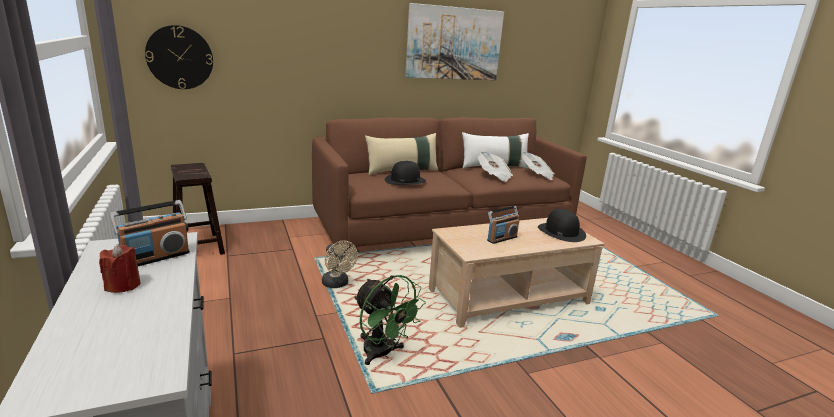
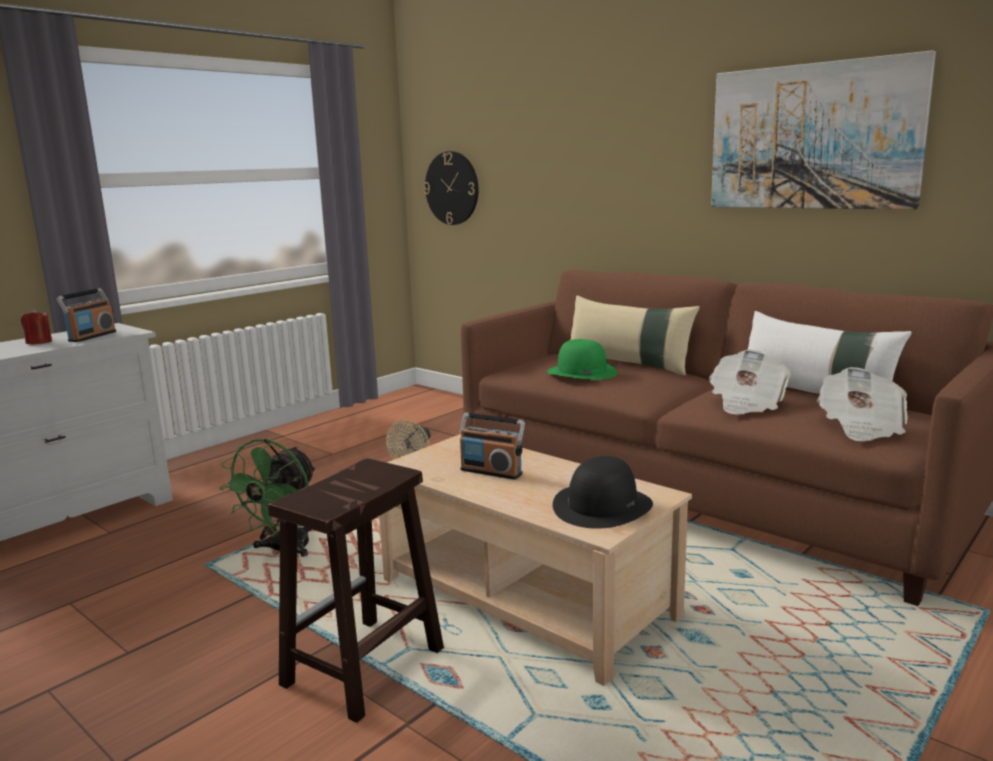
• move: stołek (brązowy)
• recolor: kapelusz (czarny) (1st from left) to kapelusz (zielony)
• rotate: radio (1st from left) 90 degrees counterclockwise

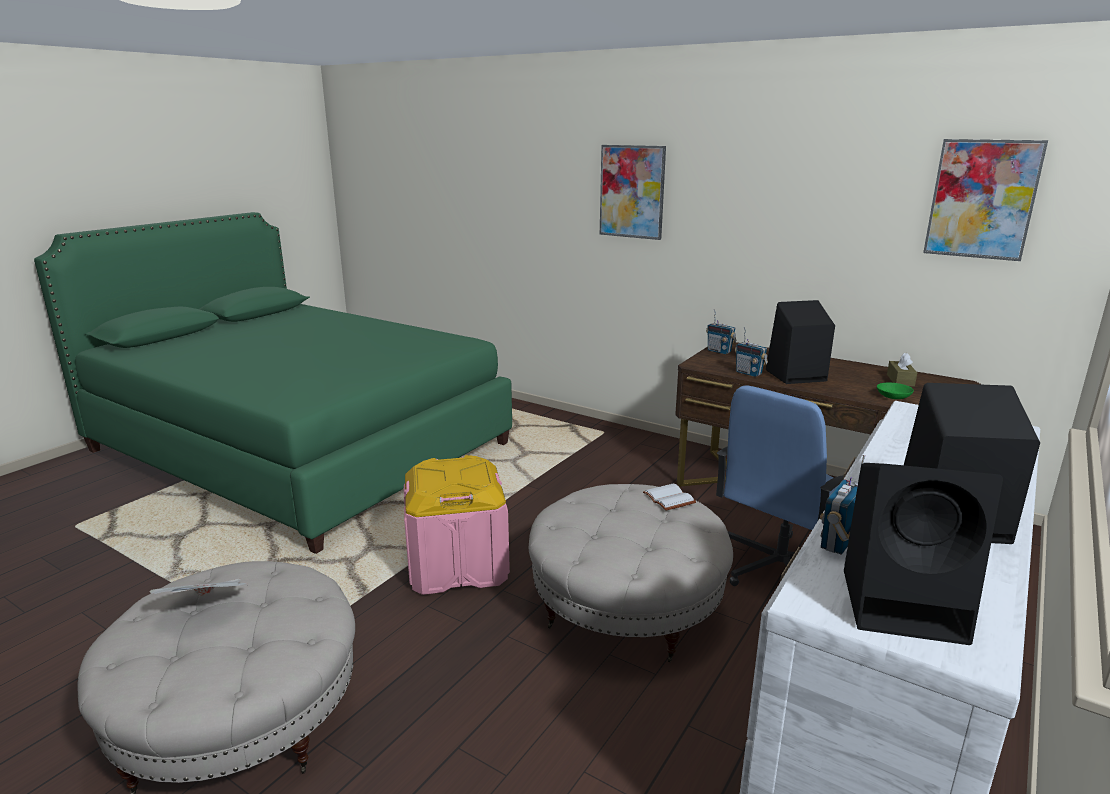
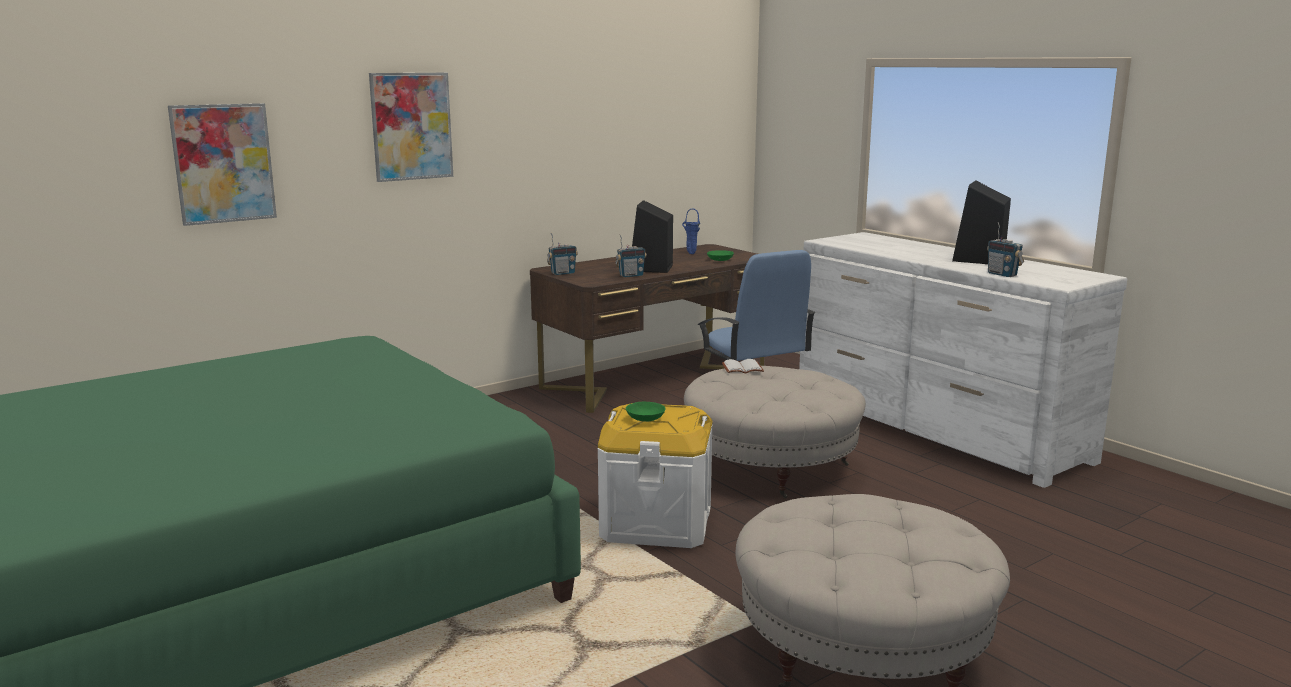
• delete: gazeta
• delete: głośnik (czarny) (2nd from left)
• insert: miska (zielony) (1st from left)
• move: obraz (2nd from left in the first image) to obraz (1st from left)
• replace: pudełko chusteczek (brązowy) to wazon (niebieski)
• recolor: pojemnik do przechowywania (różowy) to pojemnik do przechowywania (biały)

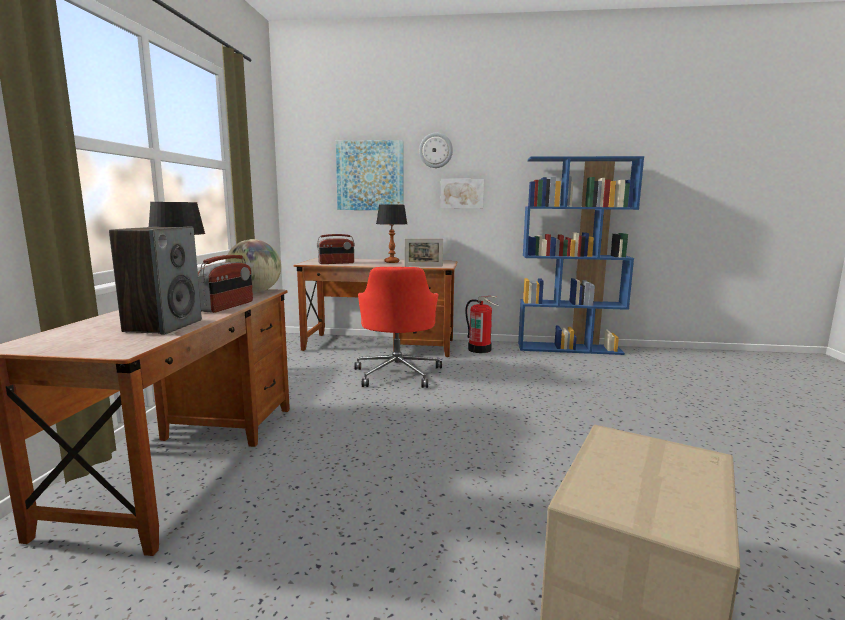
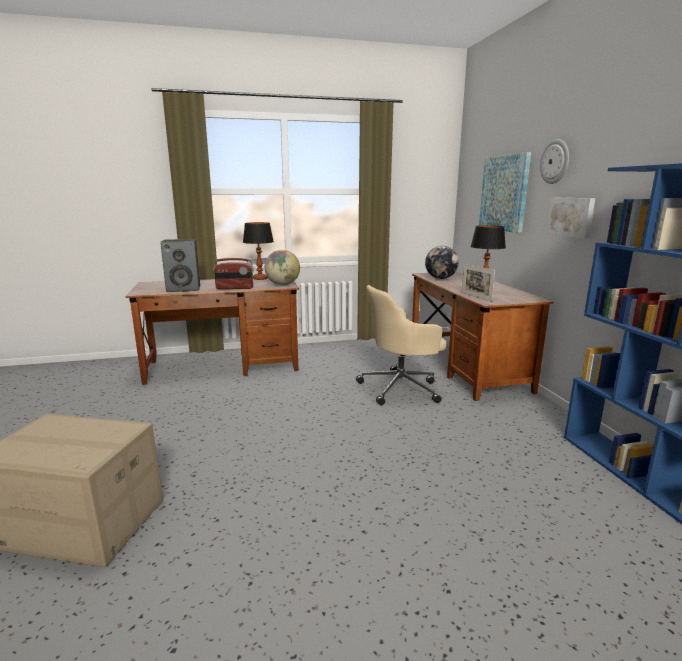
• delete: gaśnica
• replace: radio (2nd from left) to globus (2nd from left)
• recolor: krzesło biurowe (czerwony) to krzesło biurowe (beżowy)

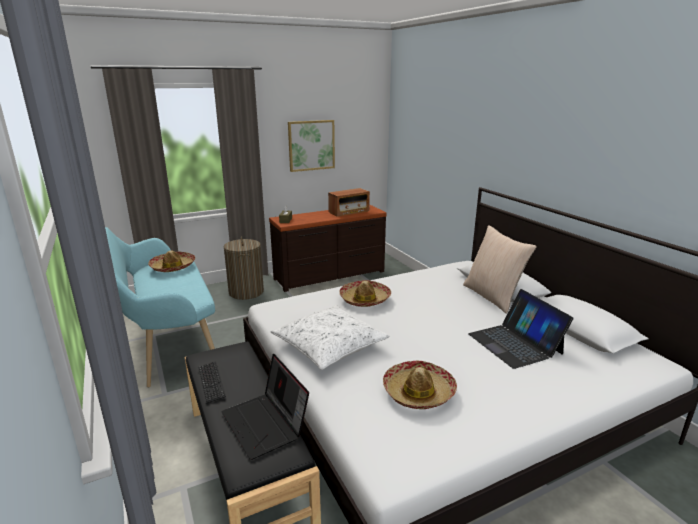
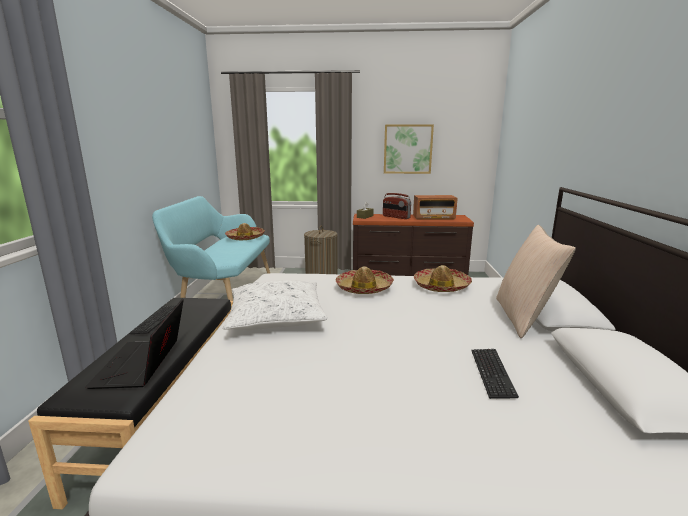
• insert: radio (1st from left)
• move: kapelusz (3rd from left)
• replace: laptop (2nd from left) to klawiatura (2nd from left)

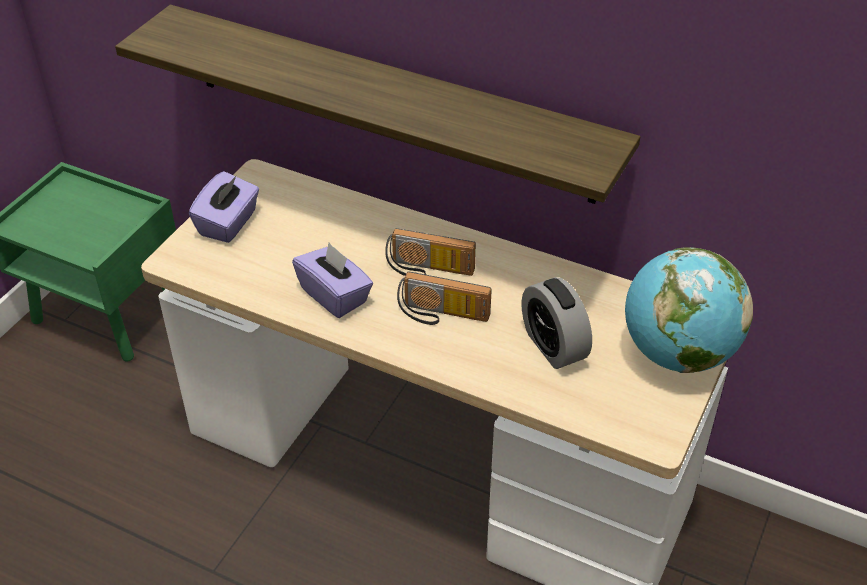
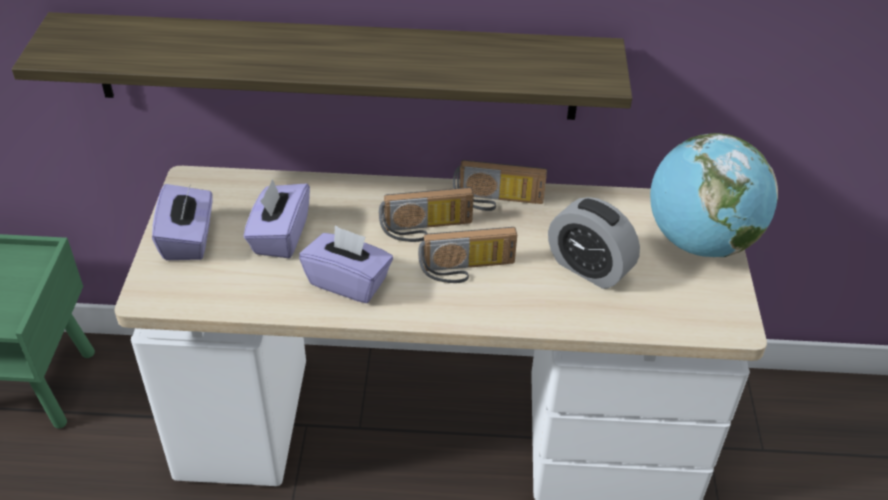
• insert: pudełko chusteczek (fioletowy) (2nd from left)
• insert: radio (3rd from left)

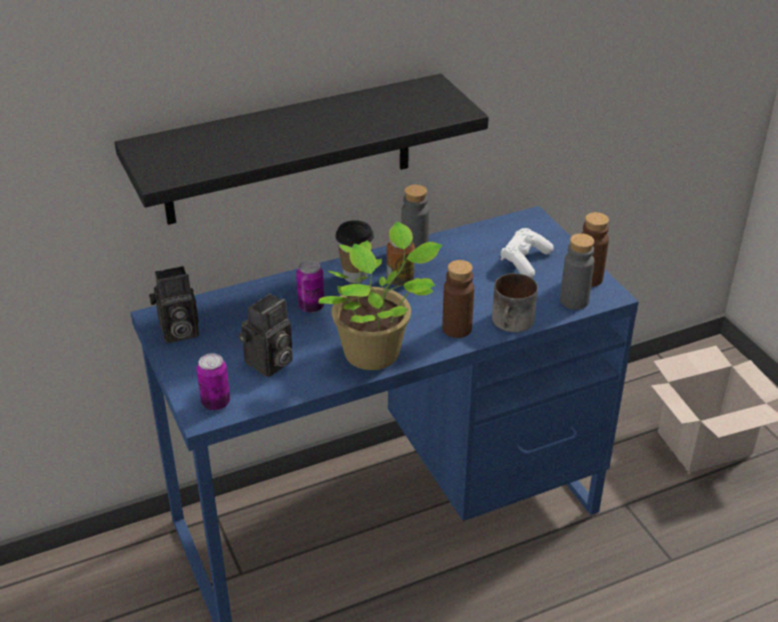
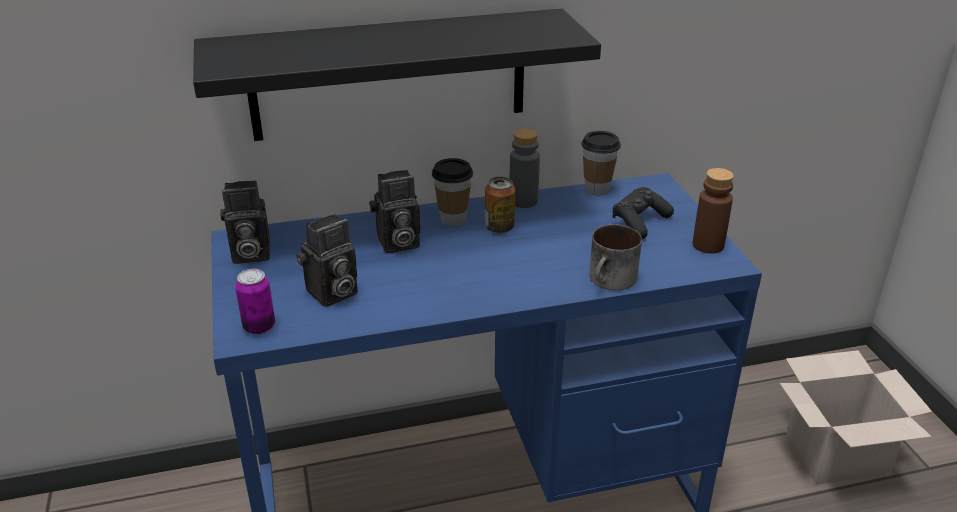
• delete: roślina doniczkowa
• delete: butelka (brązowy) (1st from left)
• delete: butelka (szary) (2nd from left)
• insert: filiżanka (2nd from left)
• replace: puszka (2nd from left) to aparat fotograficzny (3rd from left)
• recolor: pad do gier (biały) to pad do gier (czarny)

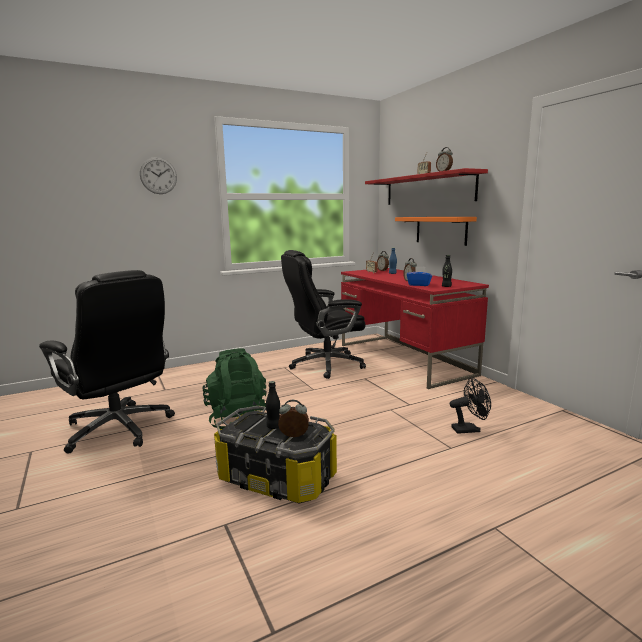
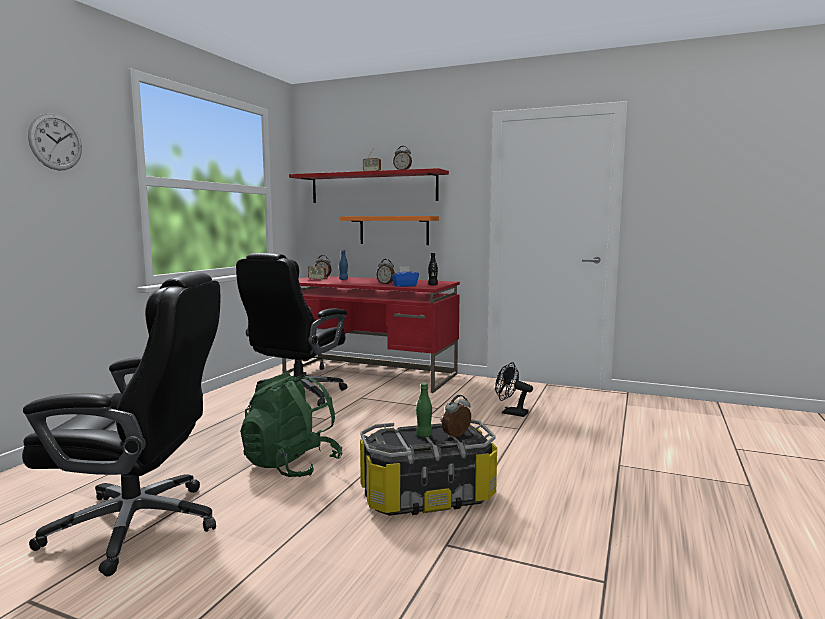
• recolor: butelka (czarny) (1st from left) to butelka (zielony)
• rotate: wentylator (czarny) 105 degrees counterclockwise

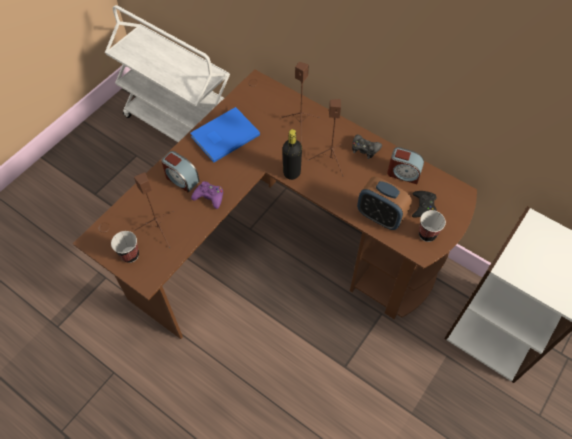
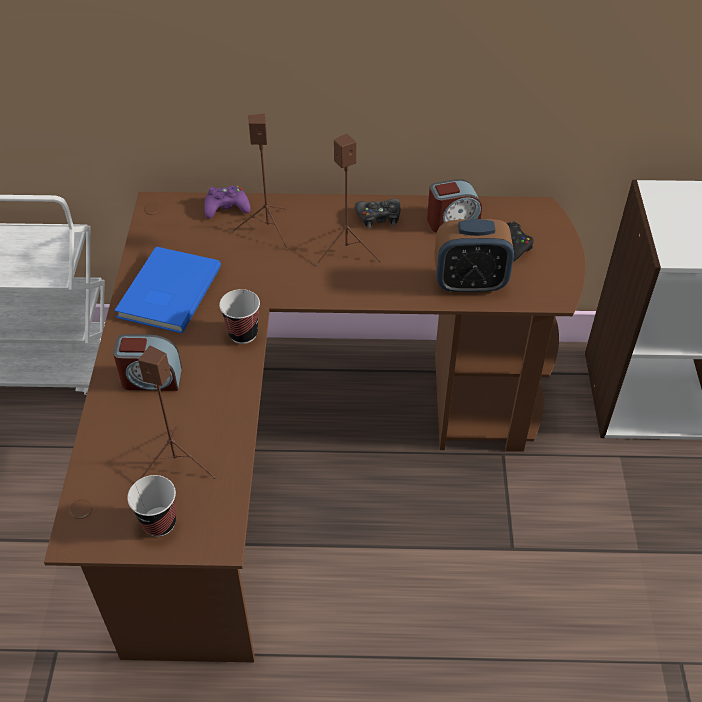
• delete: butelka (czarny)
• move: pad do gier (fioletowy)
• move: filiżanka (2nd from left)

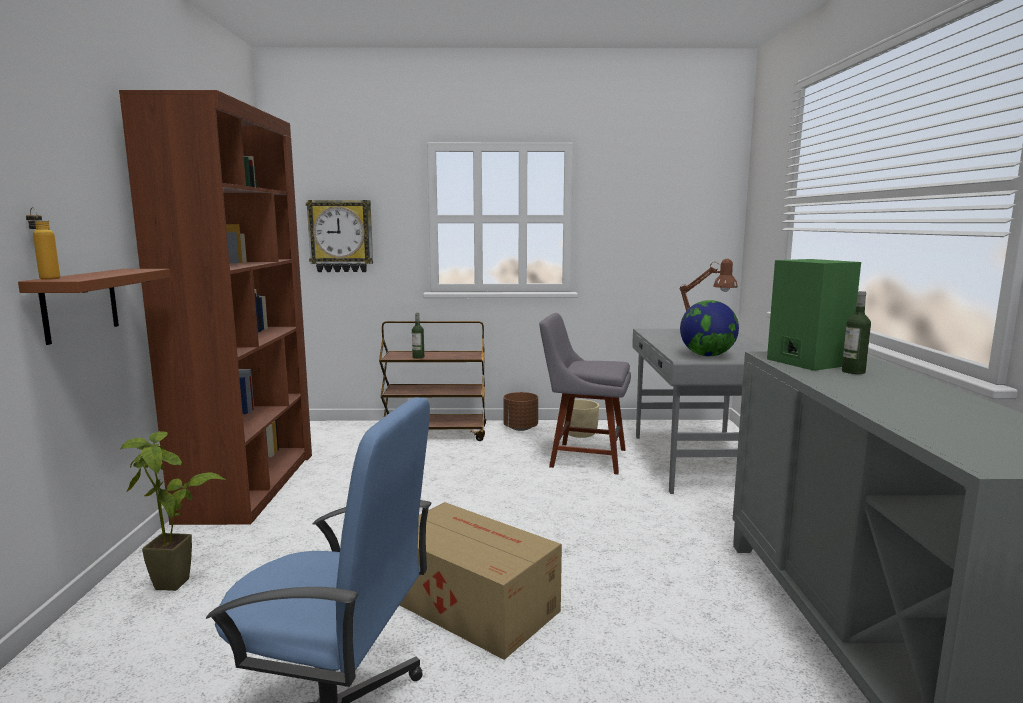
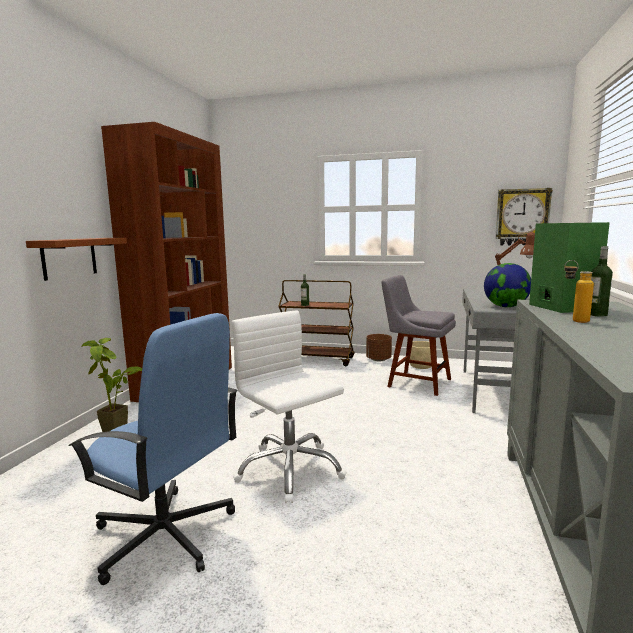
• move: butelka (1st from left in the first image) to butelka (2nd from left)
• move: zegar ścienny
• replace: karton to krzesło biurowe (biały)

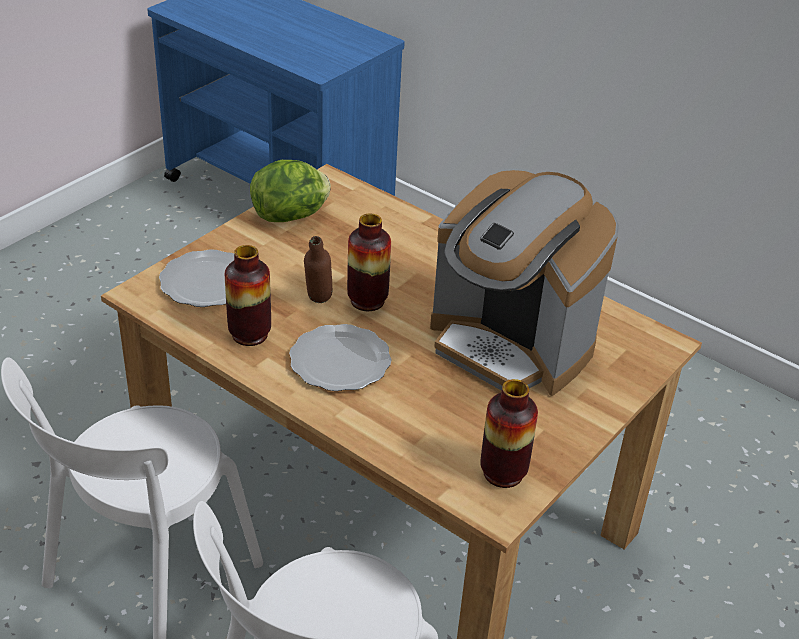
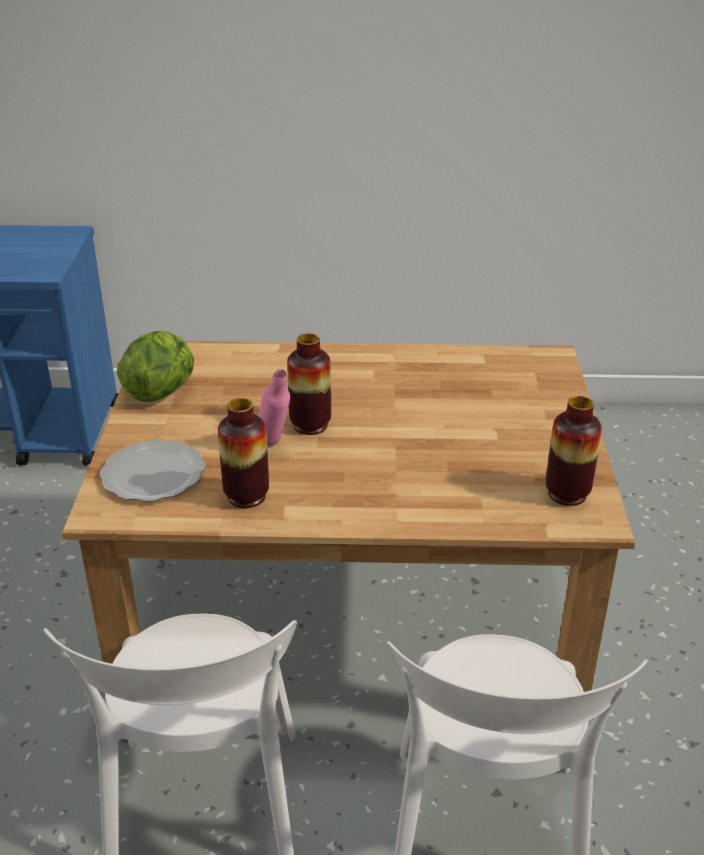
• delete: talerz (2nd from left)
• delete: ekspres do kawy
• recolor: butelka (brązowy) to butelka (różowy)

